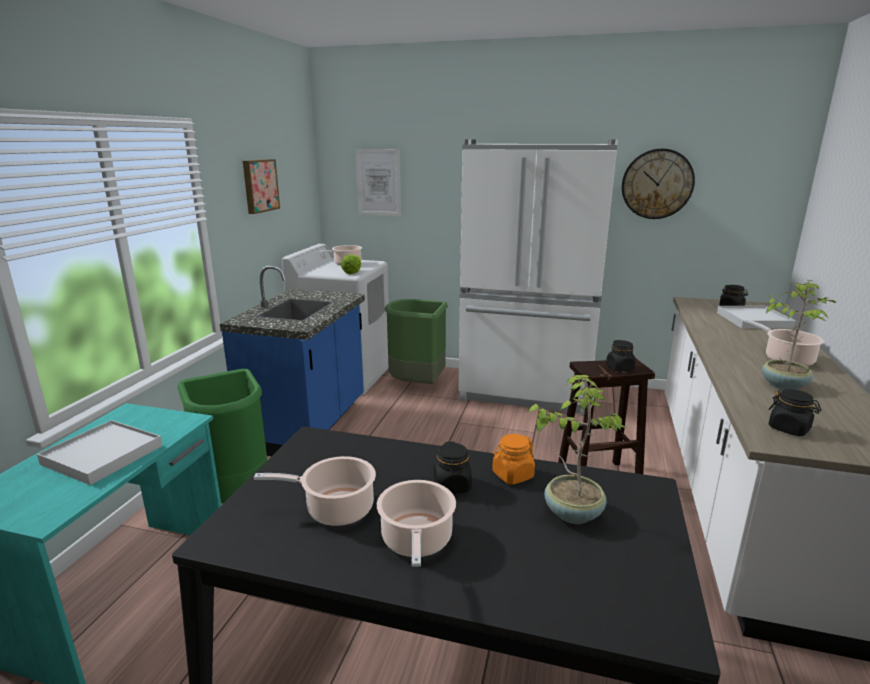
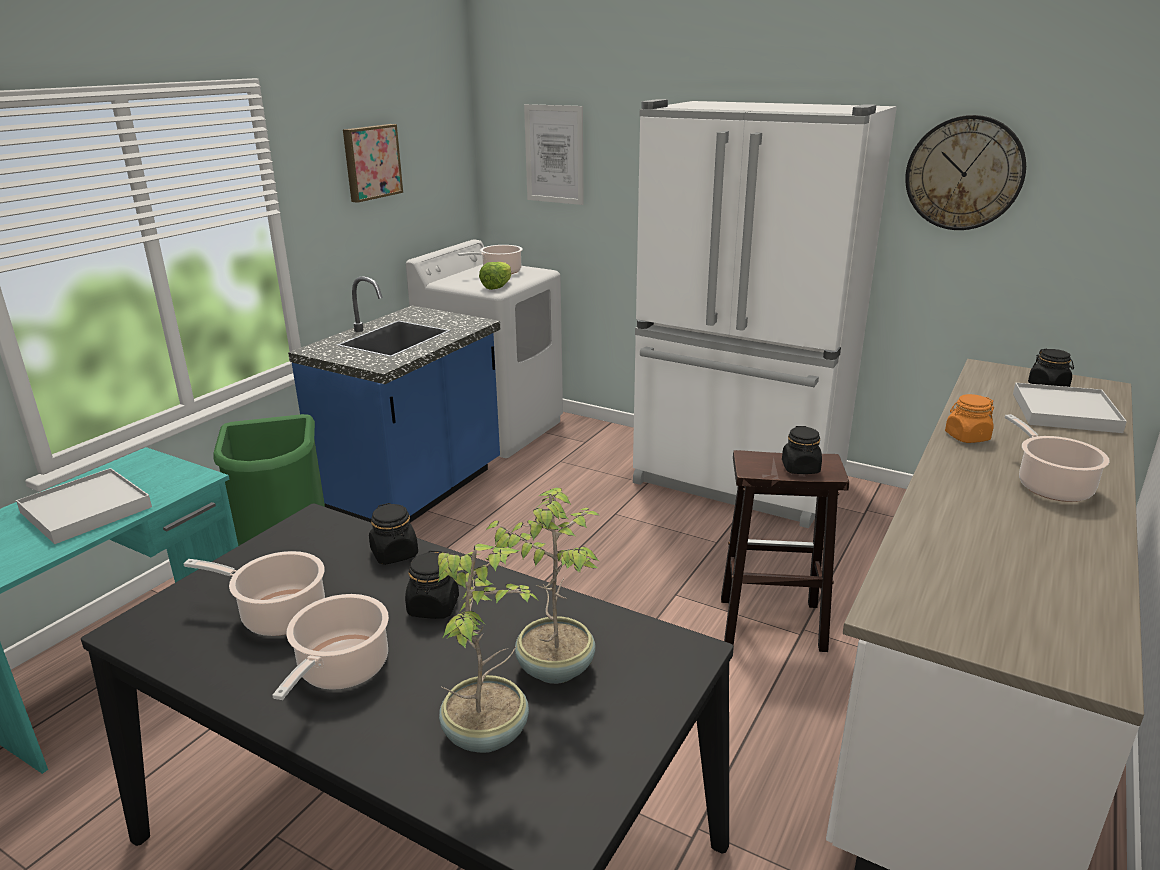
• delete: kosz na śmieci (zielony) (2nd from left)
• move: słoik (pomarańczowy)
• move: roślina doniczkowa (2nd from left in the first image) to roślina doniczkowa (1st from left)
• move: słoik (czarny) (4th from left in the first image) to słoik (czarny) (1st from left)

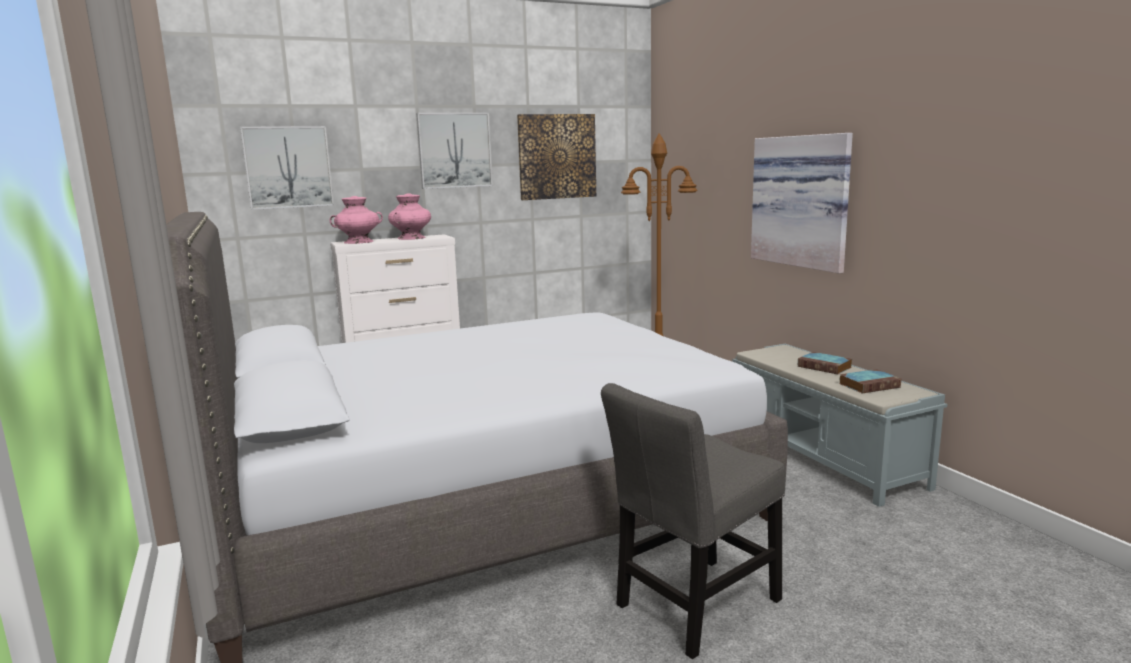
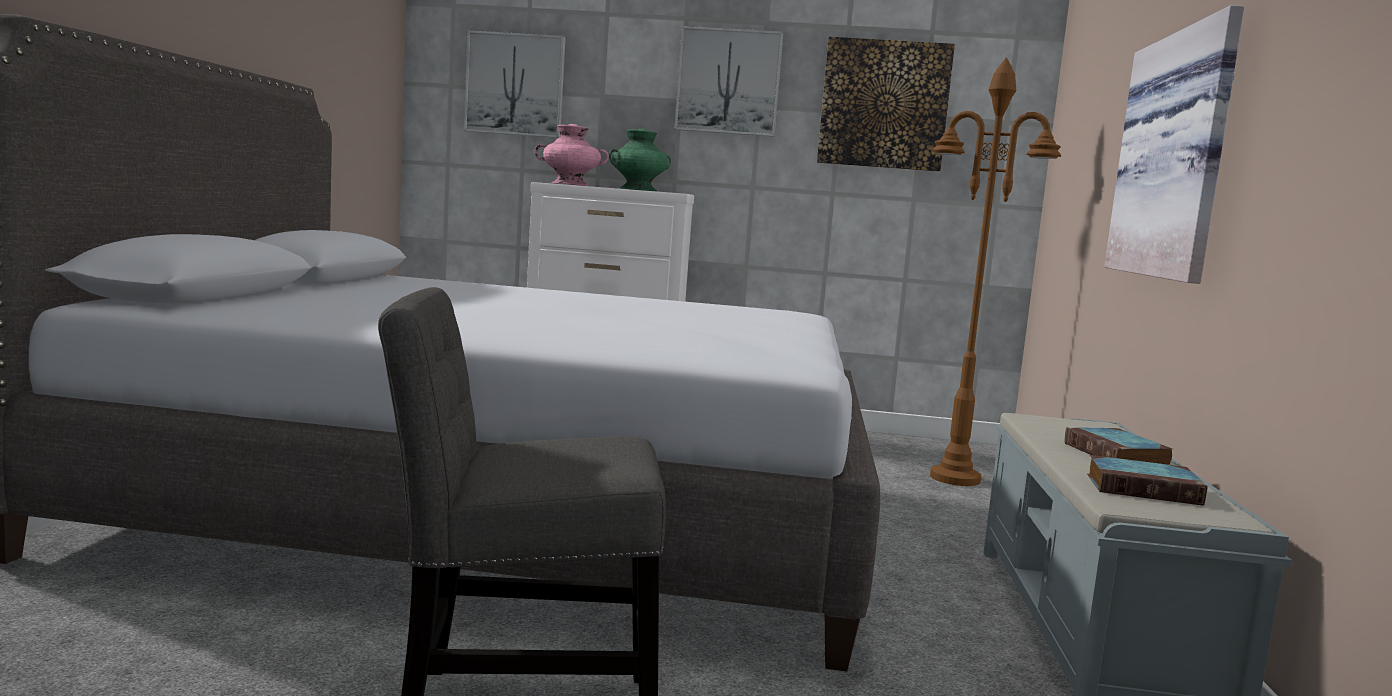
• recolor: wazon (różowy) (2nd from left) to wazon (zielony)

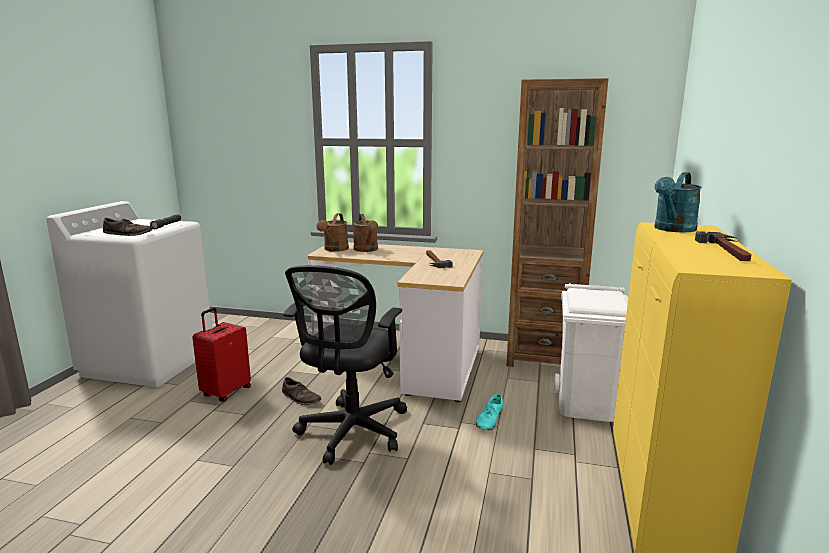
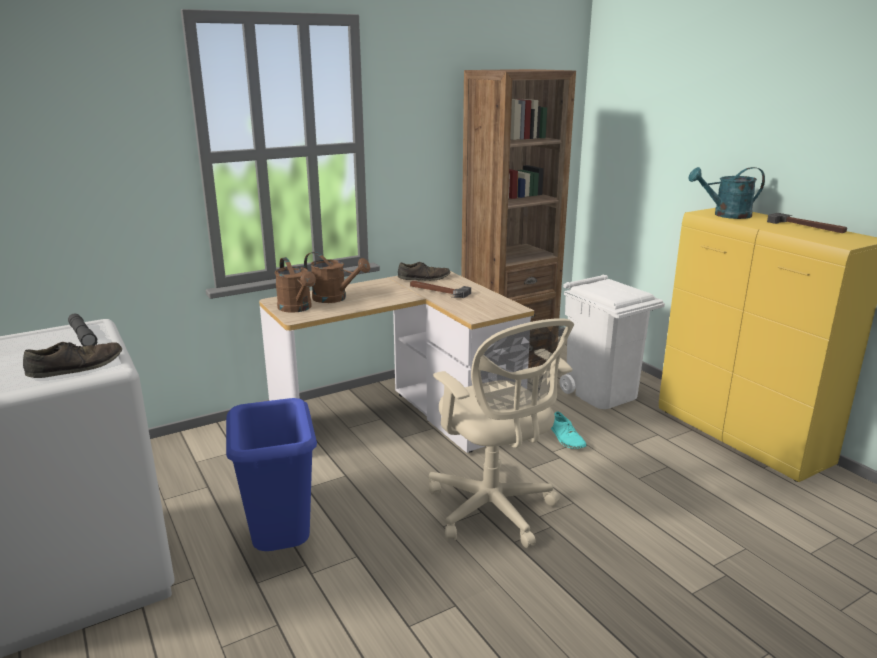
• move: but (brązowy) (2nd from left)
• replace: walizka (czerwony) to kosz na śmieci (niebieski)
• recolor: krzesło biurowe (czarny) to krzesło biurowe (beżowy)
• rotate: konewka (turkusowy) 90 degrees clockwise

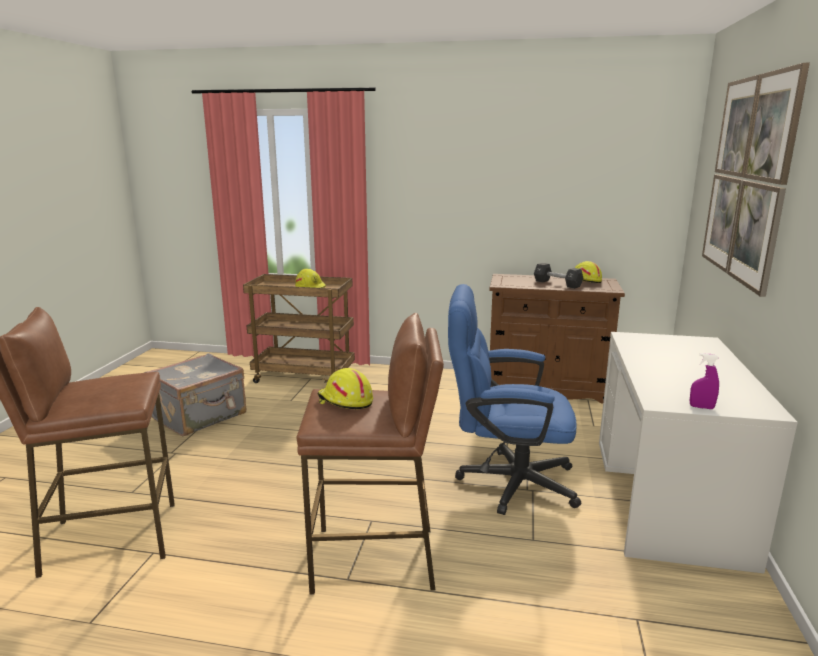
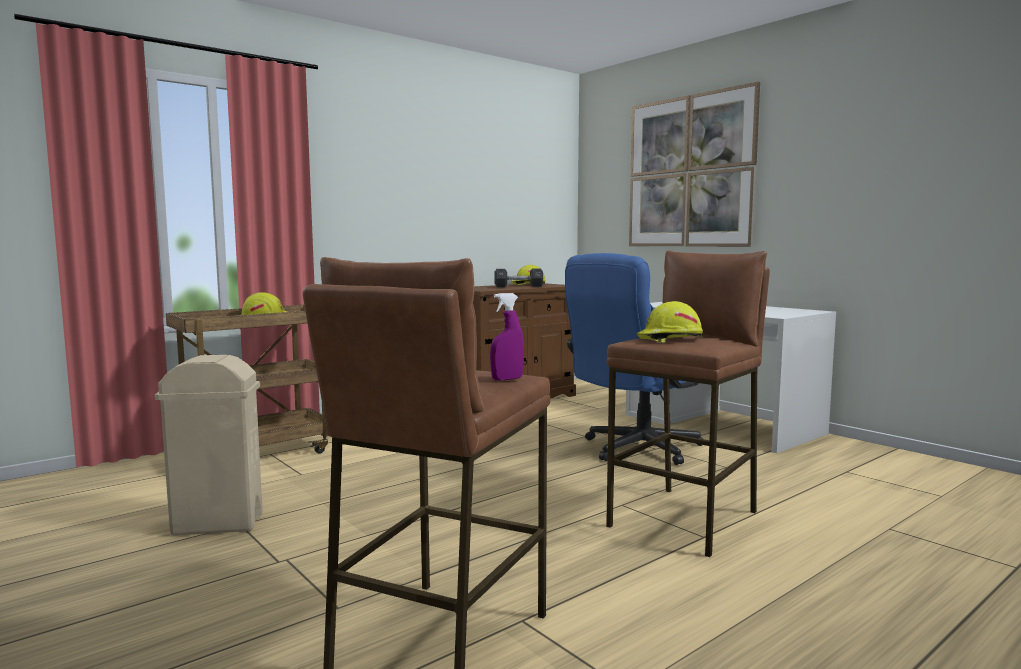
• move: spryskiwacz (fioletowy)
• replace: walizka (szary) to kosz na śmieci (beżowy)

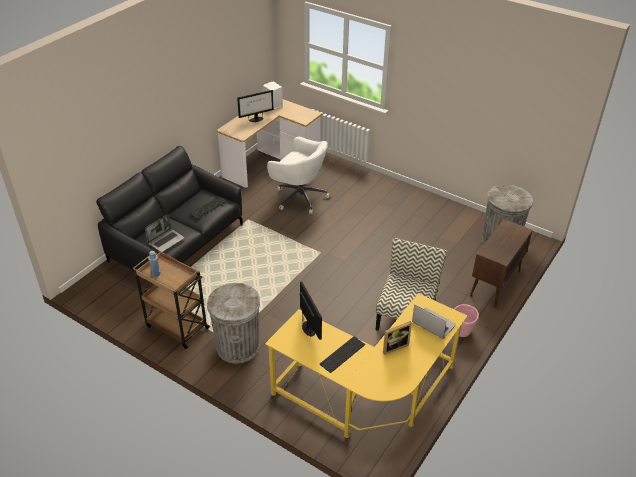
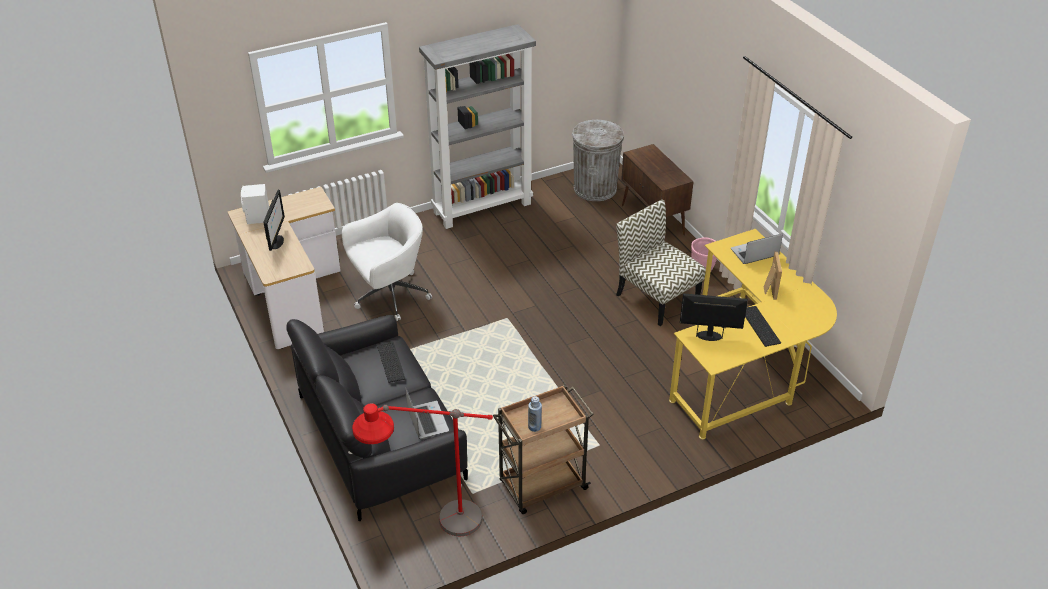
• delete: kosz na śmieci (szary) (1st from left)
• insert: lampa stojąca (czerwony)
• insert: regał (szary)

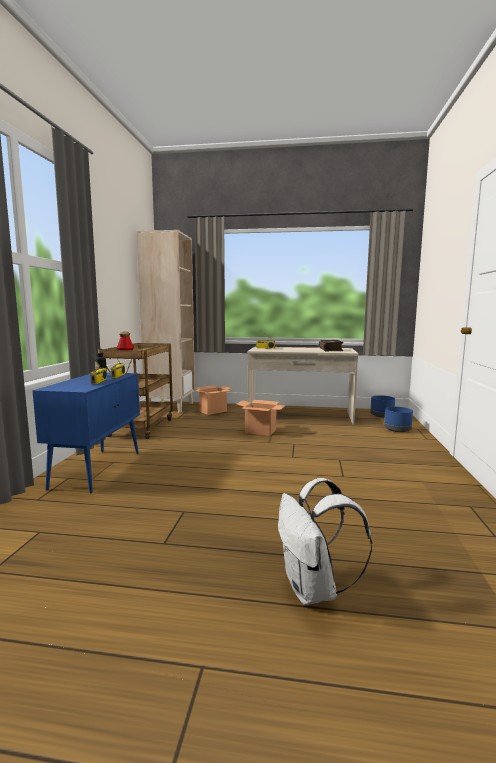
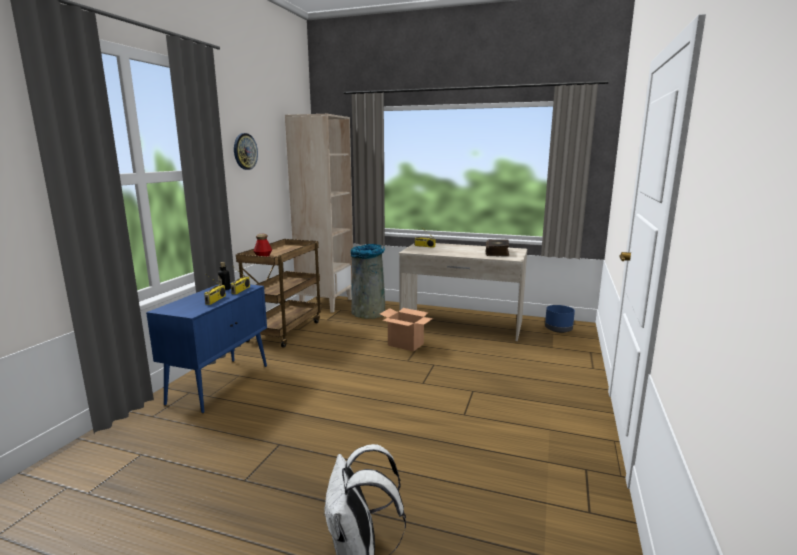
• delete: donica (niebieski) (2nd from left)
• insert: zegar ścienny
• replace: karton (1st from left) to kosz na śmieci (szary)

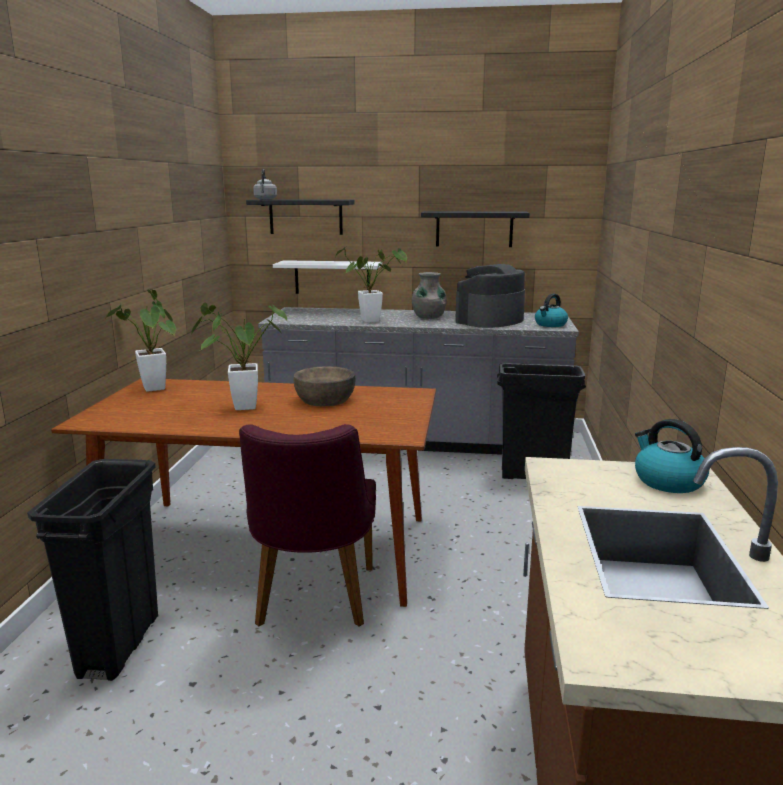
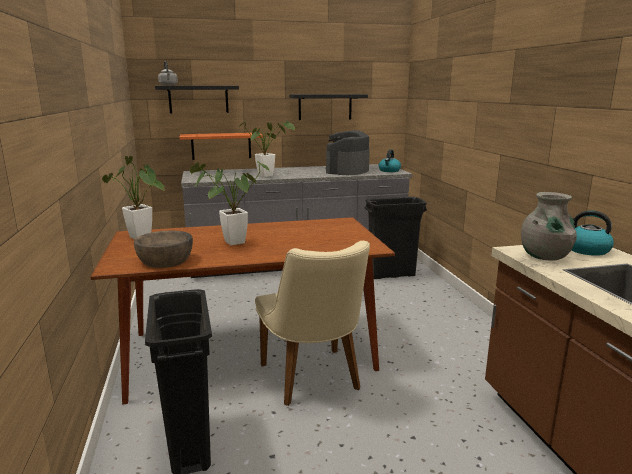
• move: miska (brązowy)
• move: wazon (szary)
• recolor: krzesło (fioletowy) to krzesło (beżowy)
• recolor: półka (biały) to półka (pomarańczowy)

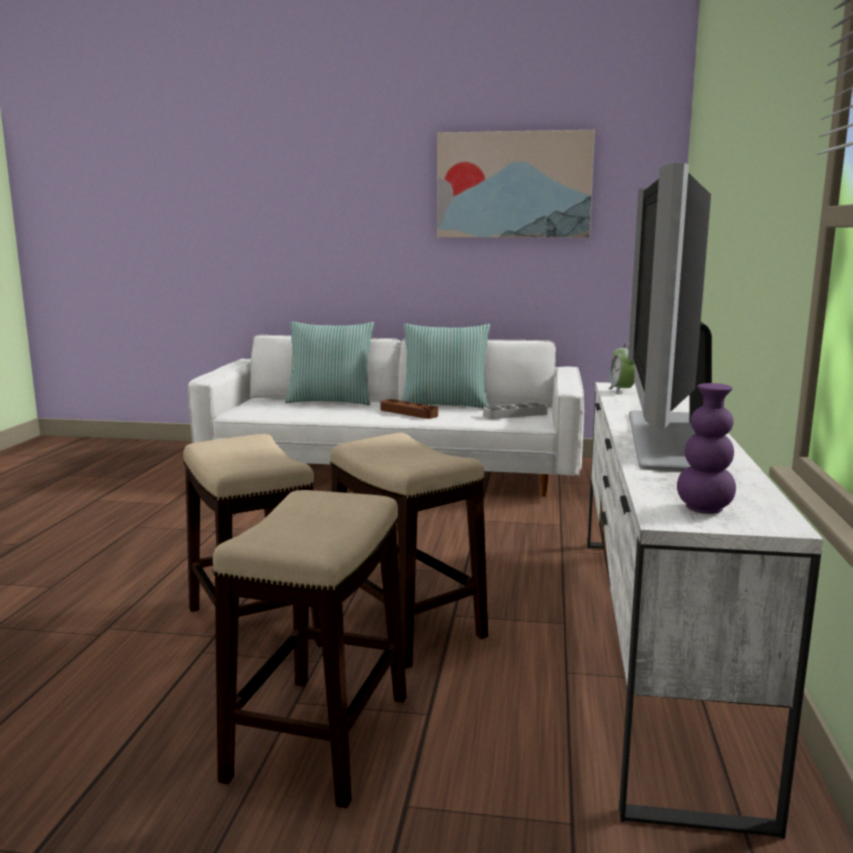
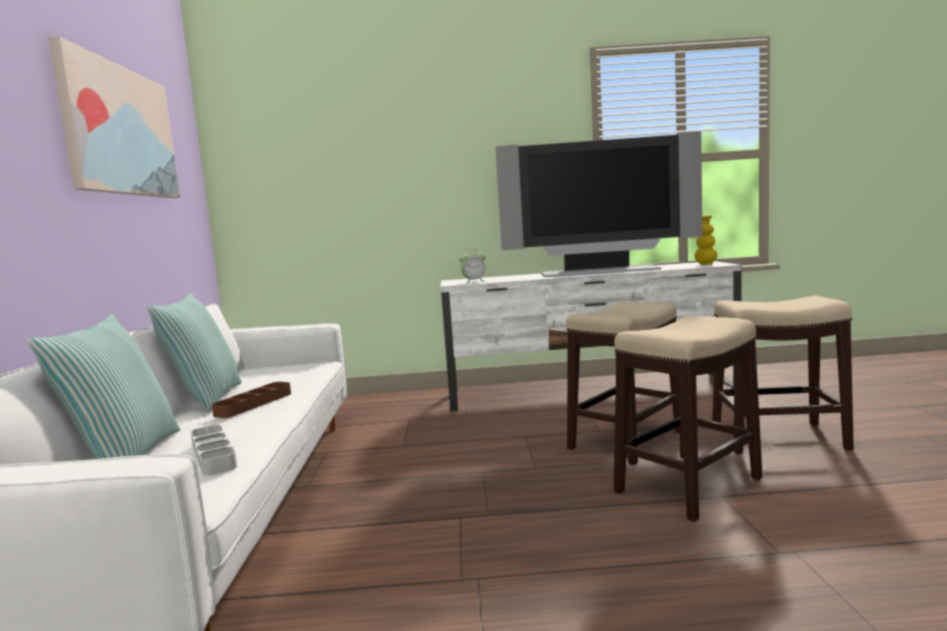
• move: taca (szary)
• recolor: wazon (fioletowy) to wazon (żółty)

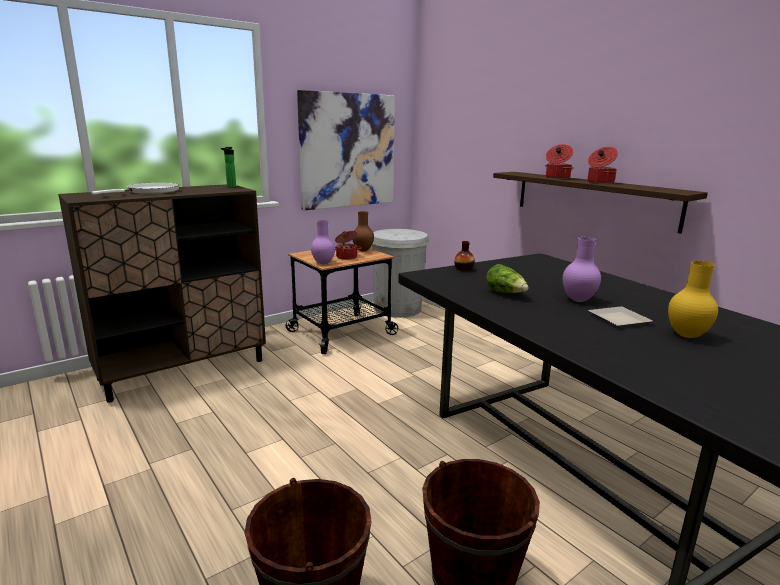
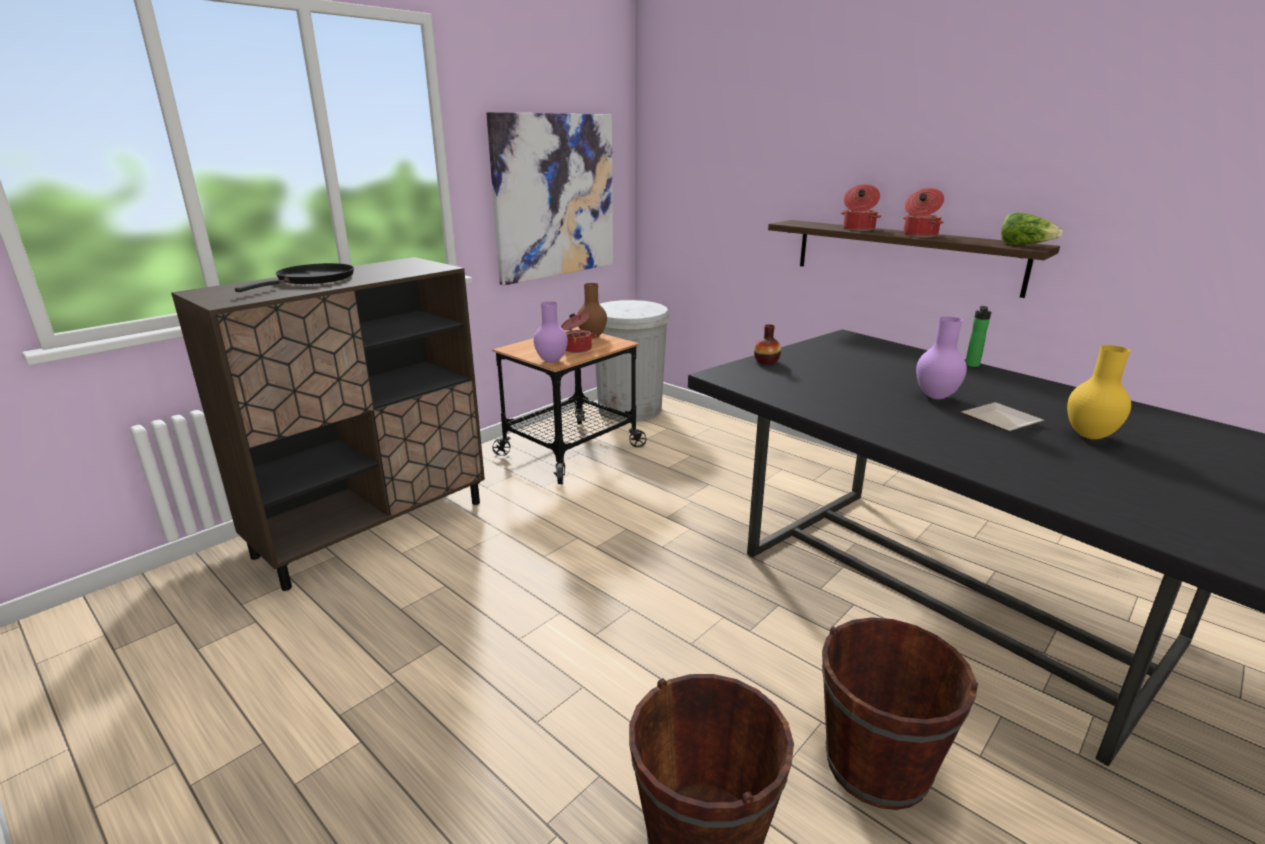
• move: butelka
• move: sałata
• recolor: patelnia (biały) to patelnia (czarny)

